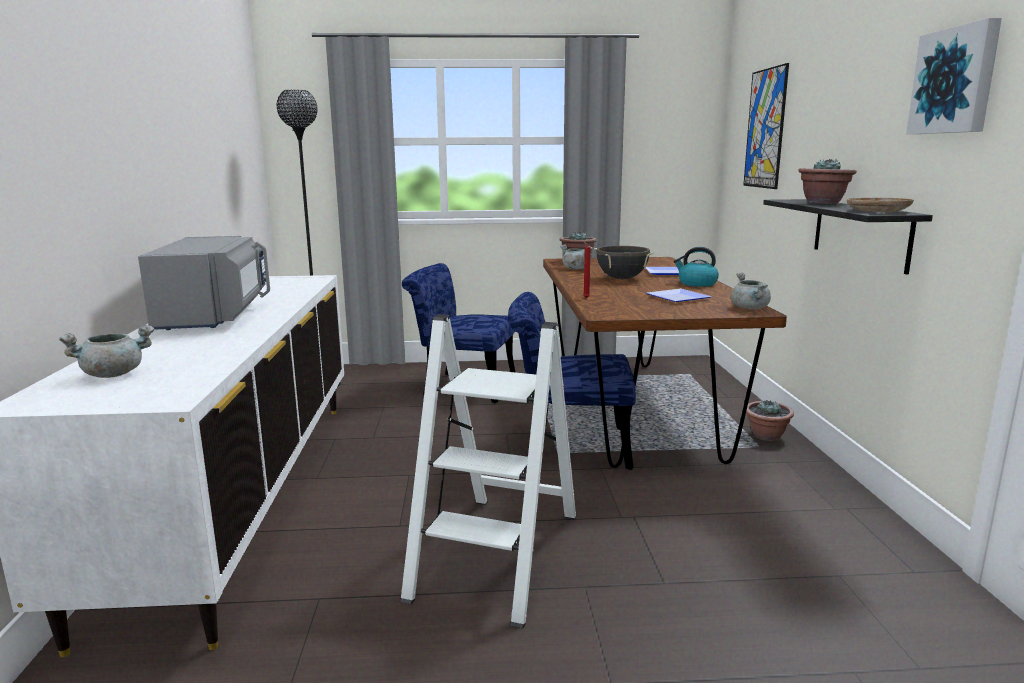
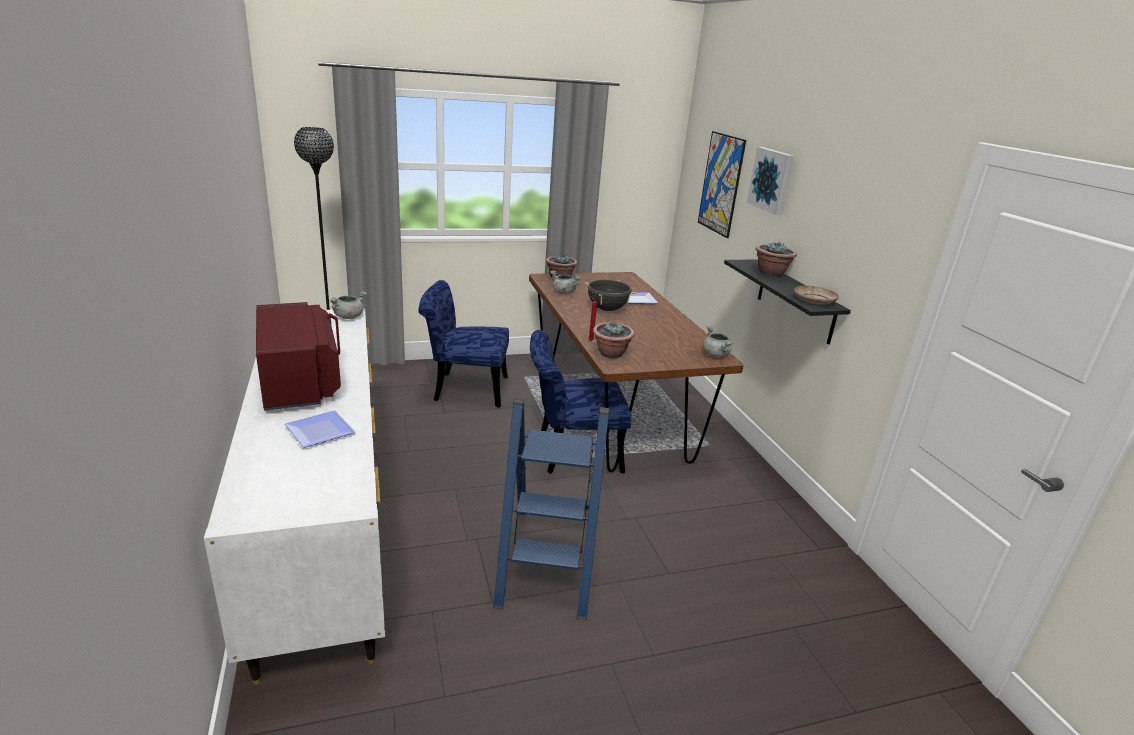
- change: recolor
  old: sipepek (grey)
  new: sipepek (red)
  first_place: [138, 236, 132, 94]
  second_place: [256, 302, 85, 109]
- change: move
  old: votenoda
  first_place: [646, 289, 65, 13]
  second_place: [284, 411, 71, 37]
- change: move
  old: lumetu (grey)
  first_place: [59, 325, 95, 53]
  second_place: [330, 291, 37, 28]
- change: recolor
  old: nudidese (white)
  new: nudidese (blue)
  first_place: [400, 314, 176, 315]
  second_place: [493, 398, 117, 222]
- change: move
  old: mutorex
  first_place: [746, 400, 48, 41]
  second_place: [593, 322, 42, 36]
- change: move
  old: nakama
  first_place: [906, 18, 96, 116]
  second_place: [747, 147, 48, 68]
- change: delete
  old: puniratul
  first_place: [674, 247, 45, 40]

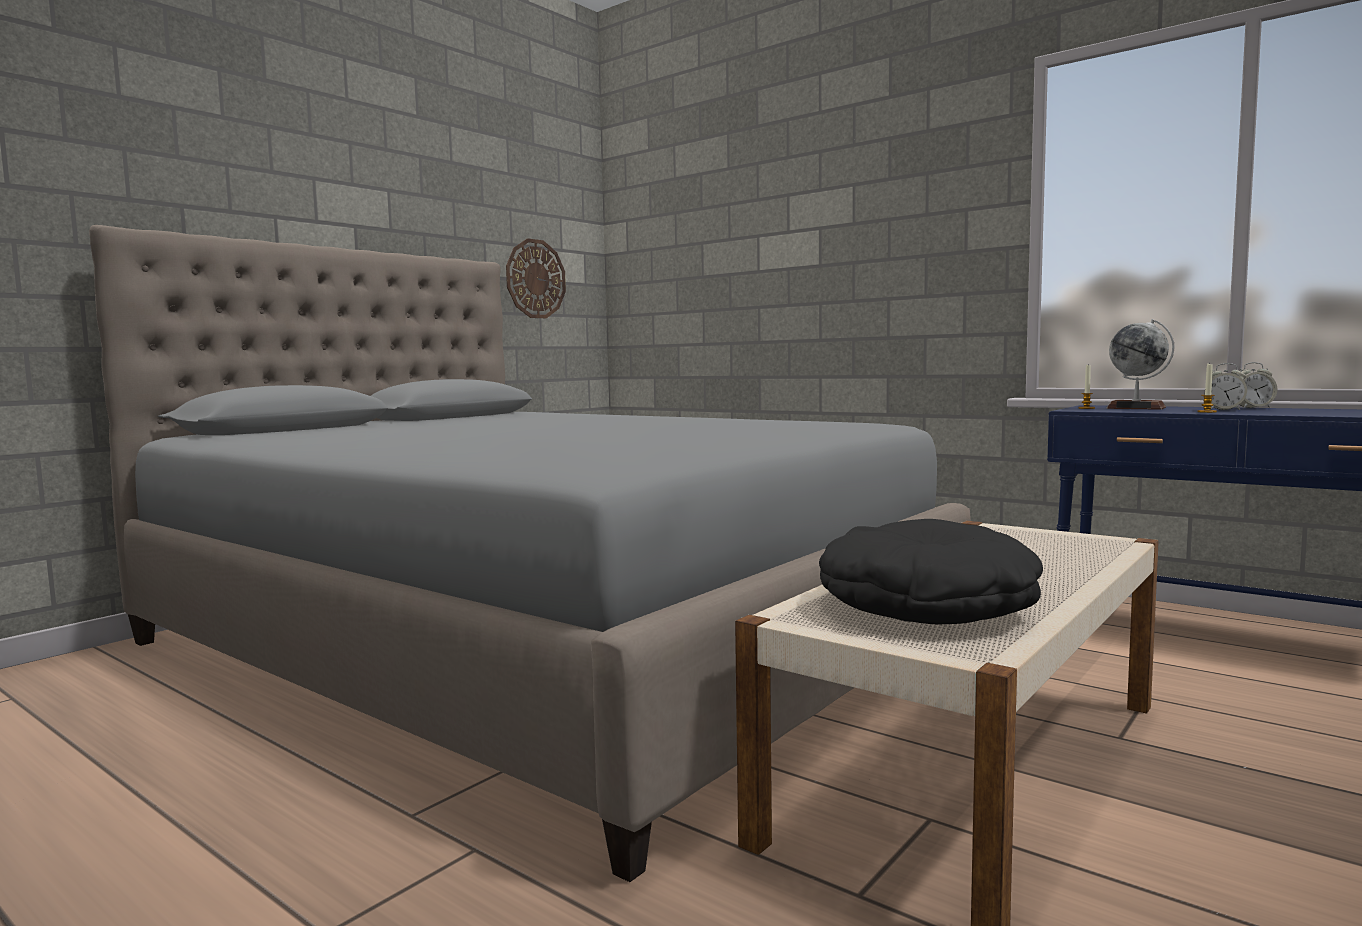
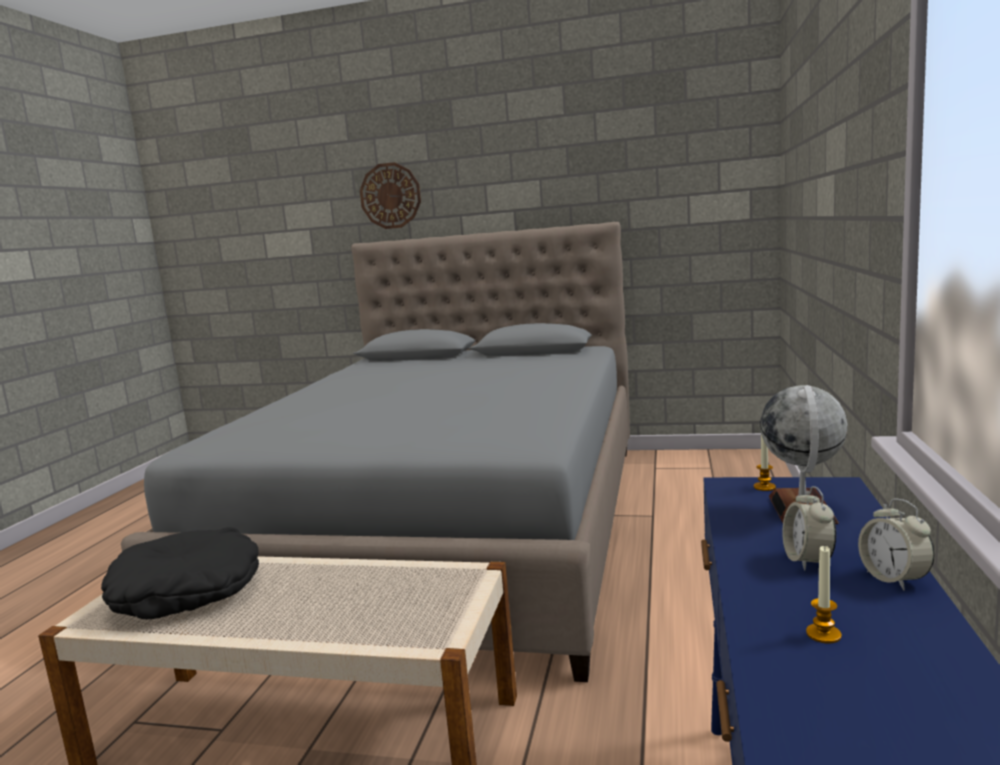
- change: move
  old: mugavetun
  first_place: [506, 239, 60, 79]
  second_place: [360, 162, 61, 67]
- change: move
  old: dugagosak
  first_place: [1197, 364, 20, 49]
  second_place: [806, 546, 35, 97]

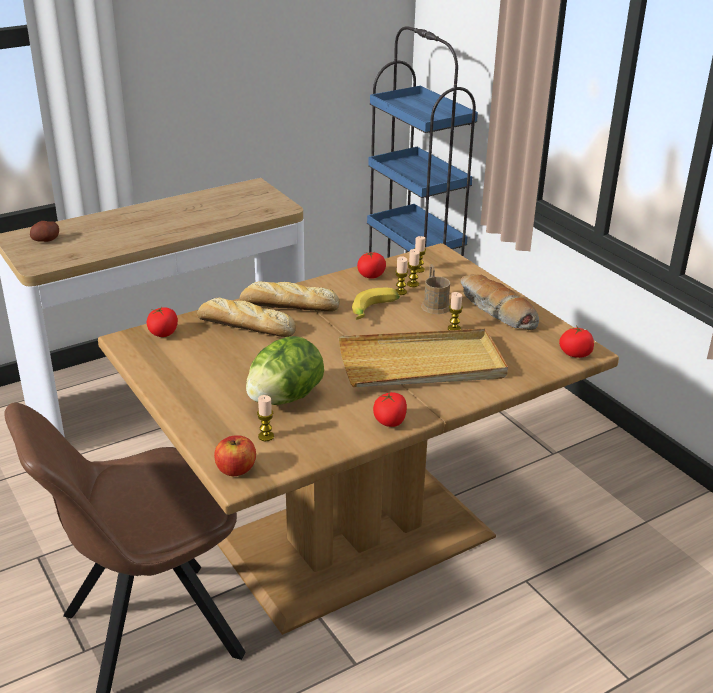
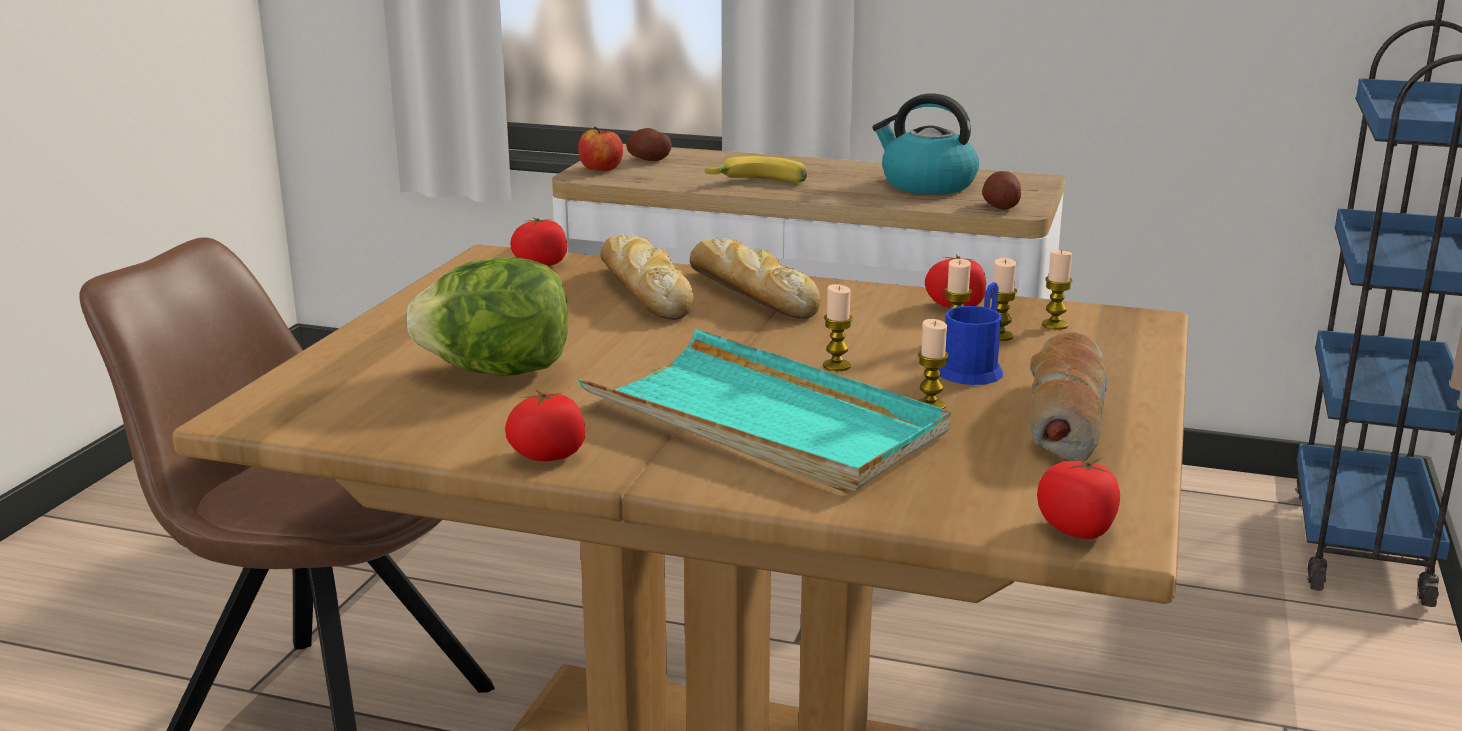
- change: move
  old: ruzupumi
  first_place: [214, 435, 42, 41]
  second_place: [578, 127, 45, 44]
- change: recolor
  old: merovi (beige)
  new: merovi (turquoise)
  first_place: [339, 329, 169, 58]
  second_place: [578, 329, 373, 165]
- change: move
  old: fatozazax
  first_place: [352, 288, 48, 32]
  second_place: [705, 156, 102, 27]
- change: move
  old: dugagosak
  first_place: [257, 395, 17, 46]
  second_place: [823, 284, 30, 87]
- change: insert
  new: puniratul
  second_place: [872, 93, 107, 102]
- change: recolor
  old: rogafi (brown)
  new: rogafi (blue)
  first_place: [421, 264, 29, 50]
  second_place: [939, 282, 64, 103]
- change: insert
  new: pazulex
  second_place: [982, 171, 39, 39]

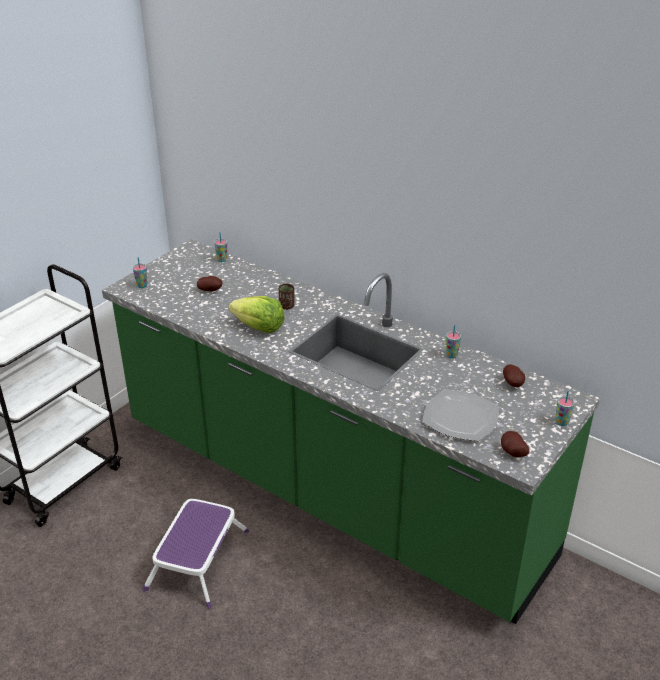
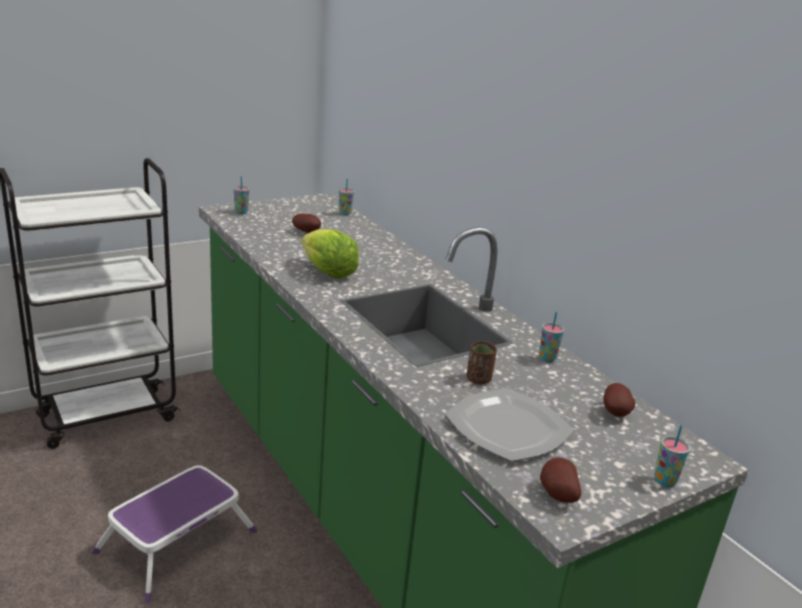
- change: move
  old: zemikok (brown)
  first_place: [278, 284, 16, 26]
  second_place: [466, 341, 31, 44]

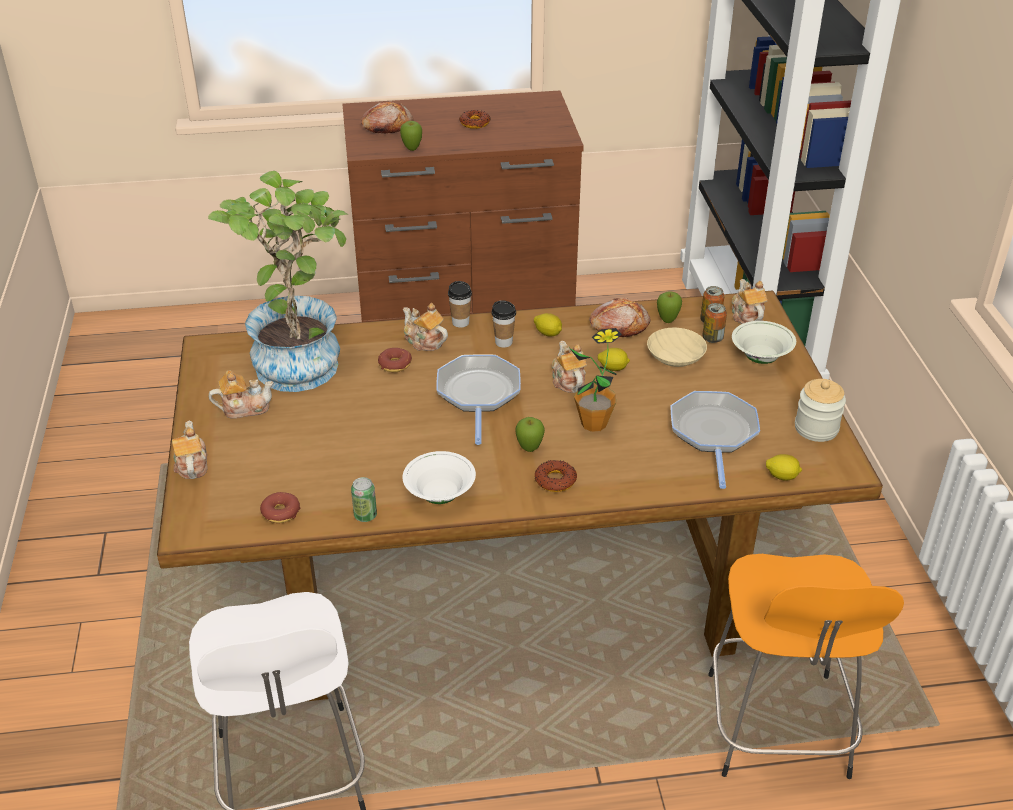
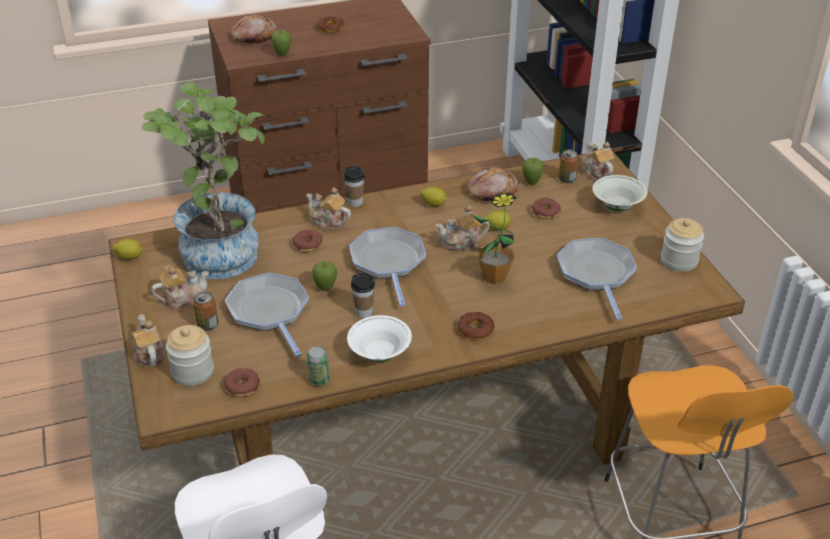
- change: move
  old: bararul
  first_place: [766, 454, 36, 27]
  second_place: [113, 239, 30, 21]
- change: insert
  new: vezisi
  second_place: [166, 325, 48, 61]
- change: move
  old: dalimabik
  first_place: [702, 303, 25, 40]
  second_place: [193, 292, 25, 39]
- change: insert
  new: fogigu
  second_place: [225, 273, 84, 84]
- change: move
  old: ruzupumi
  first_place: [515, 417, 30, 35]
  second_place: [312, 261, 25, 30]
- change: move
  old: zemikok
  first_place: [492, 300, 24, 48]
  second_place: [351, 273, 24, 45]
- change: rotate
  old: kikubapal
  first_place: [552, 341, 35, 52]
  second_place: [436, 205, 54, 46]
  degrees: -75
- change: replace
  old: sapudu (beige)
  new: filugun
  first_place: [647, 328, 60, 39]
  second_place: [531, 198, 30, 21]

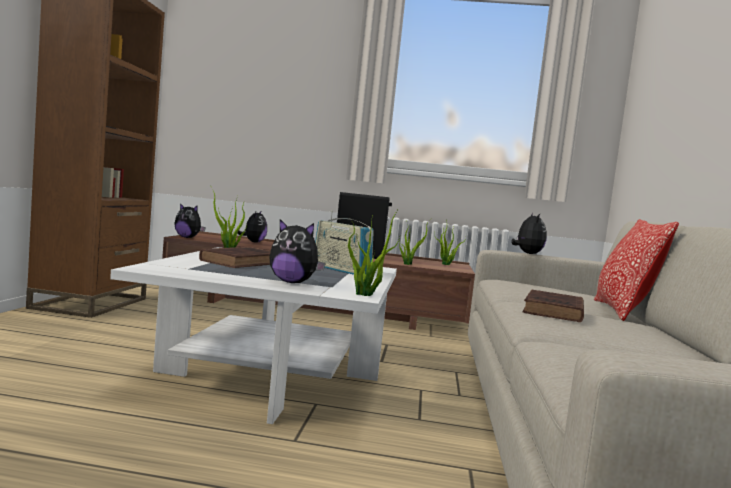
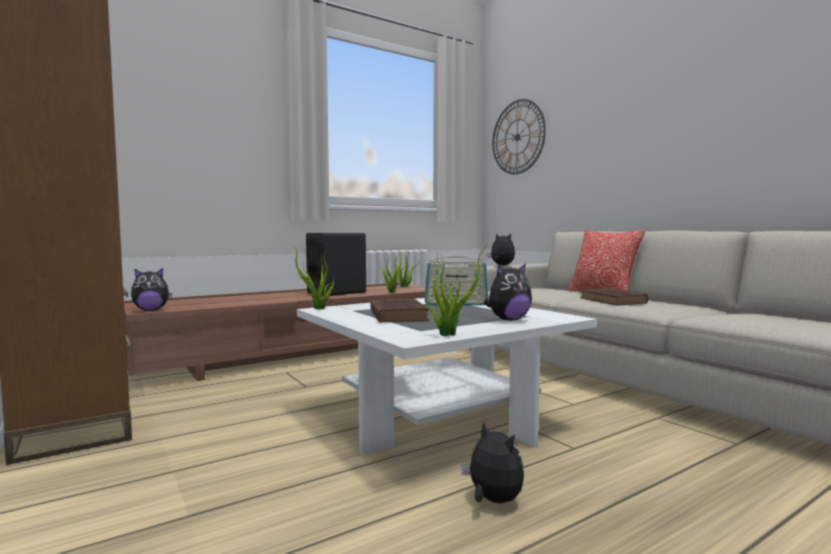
- change: move
  old: mutorex
  first_place: [348, 209, 52, 87]
  second_place: [425, 249, 59, 87]
- change: move
  old: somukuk
  first_place: [237, 210, 30, 33]
  second_place: [461, 421, 63, 82]
- change: insert
  new: mugavetun
  second_place: [492, 99, 54, 75]

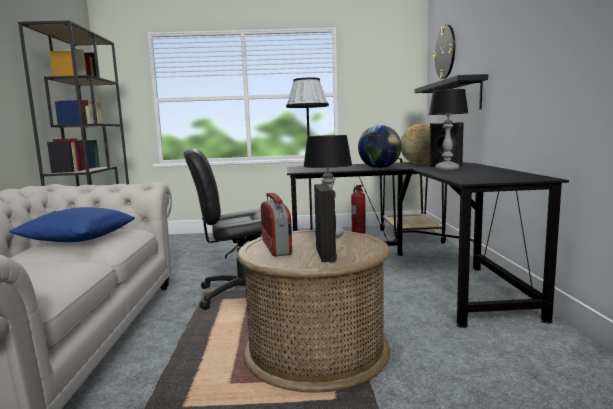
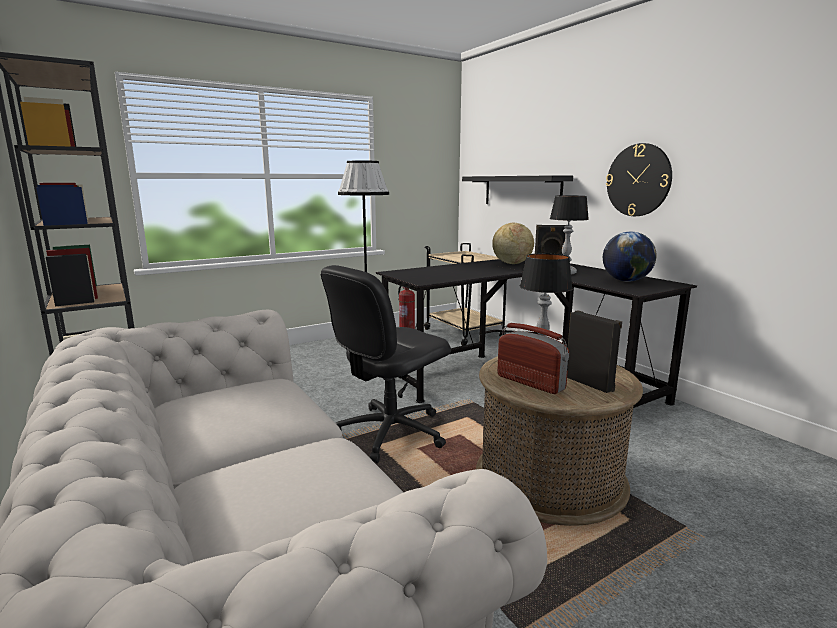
- change: move
  old: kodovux
  first_place: [358, 125, 44, 43]
  second_place: [603, 232, 54, 50]
- change: move
  old: mugavetun
  first_place: [433, 25, 22, 54]
  second_place: [606, 143, 66, 73]
- change: delete
  old: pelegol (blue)
  first_place: [9, 207, 126, 35]

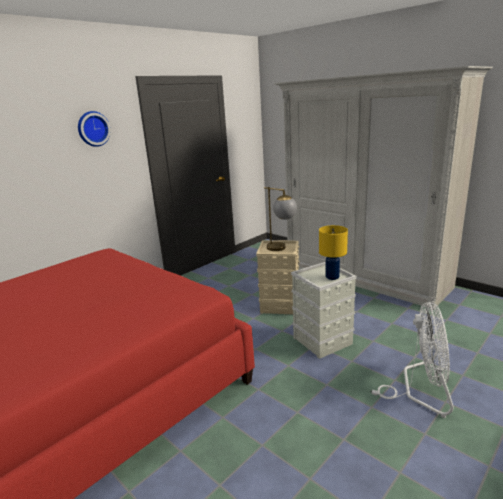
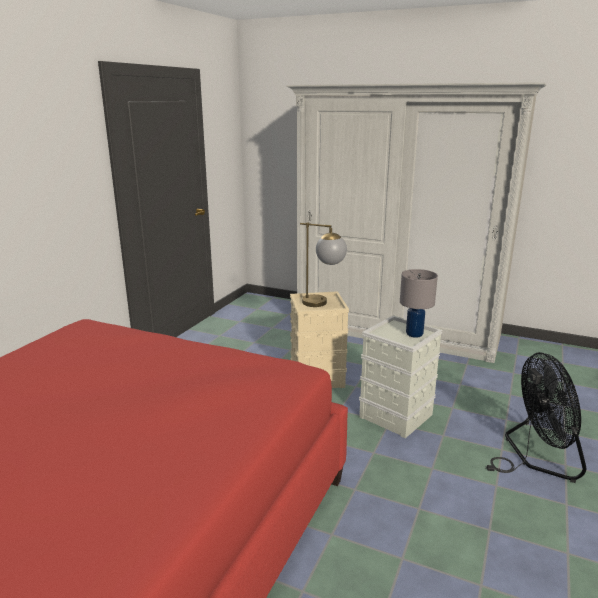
- change: recolor
  old: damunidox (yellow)
  new: damunidox (grey)
  first_place: [319, 225, 29, 55]
  second_place: [400, 269, 38, 69]
- change: recolor
  old: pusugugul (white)
  new: pusugugul (black)
  first_place: [370, 302, 83, 116]
  second_place: [487, 352, 99, 131]
- change: delete
  old: mugavetun
  first_place: [78, 111, 33, 36]

